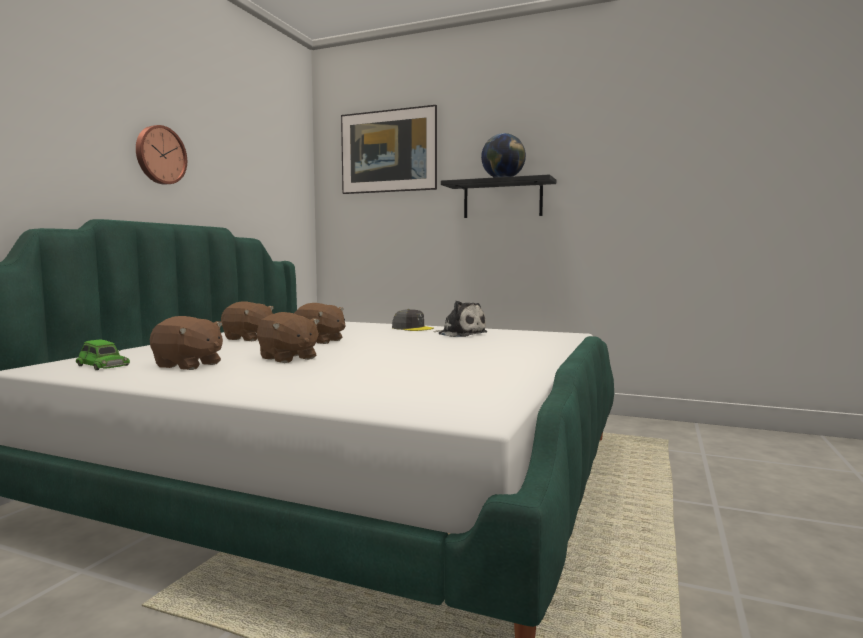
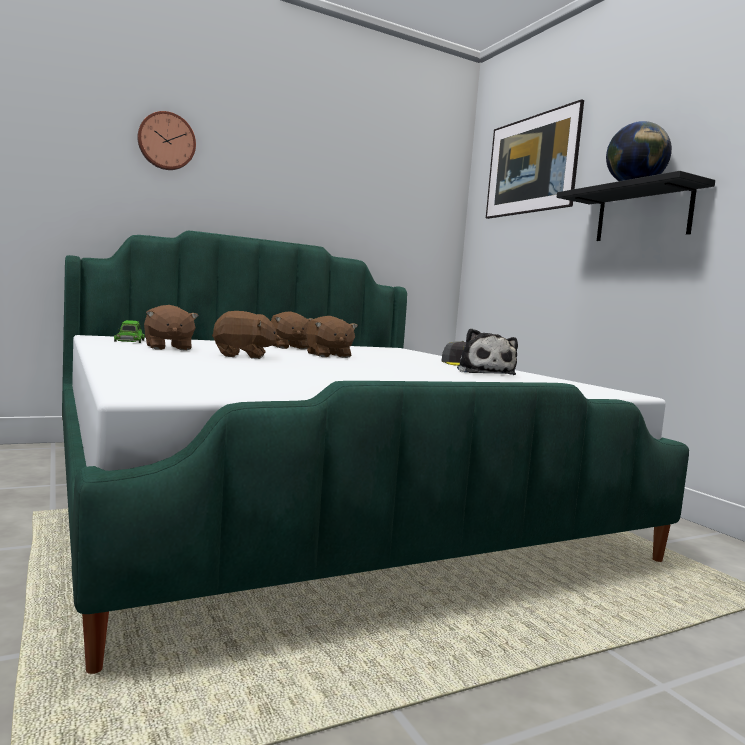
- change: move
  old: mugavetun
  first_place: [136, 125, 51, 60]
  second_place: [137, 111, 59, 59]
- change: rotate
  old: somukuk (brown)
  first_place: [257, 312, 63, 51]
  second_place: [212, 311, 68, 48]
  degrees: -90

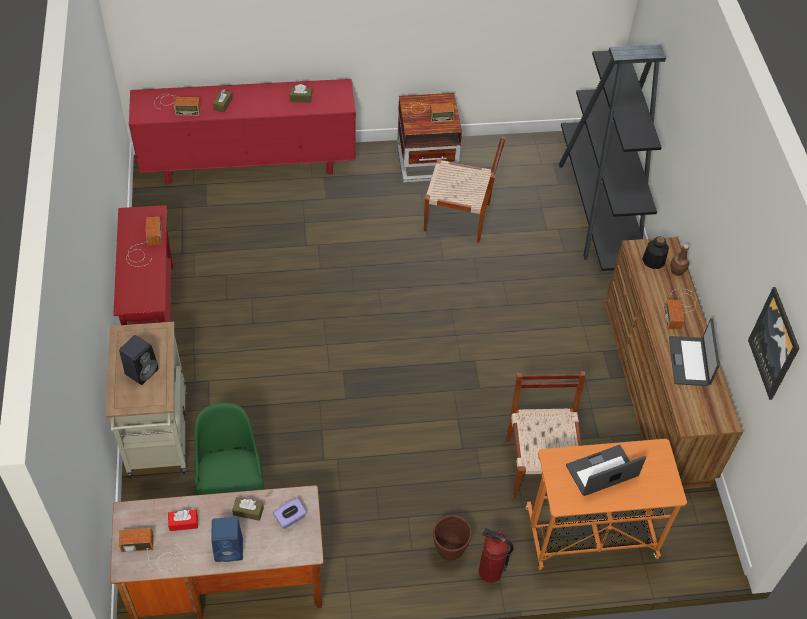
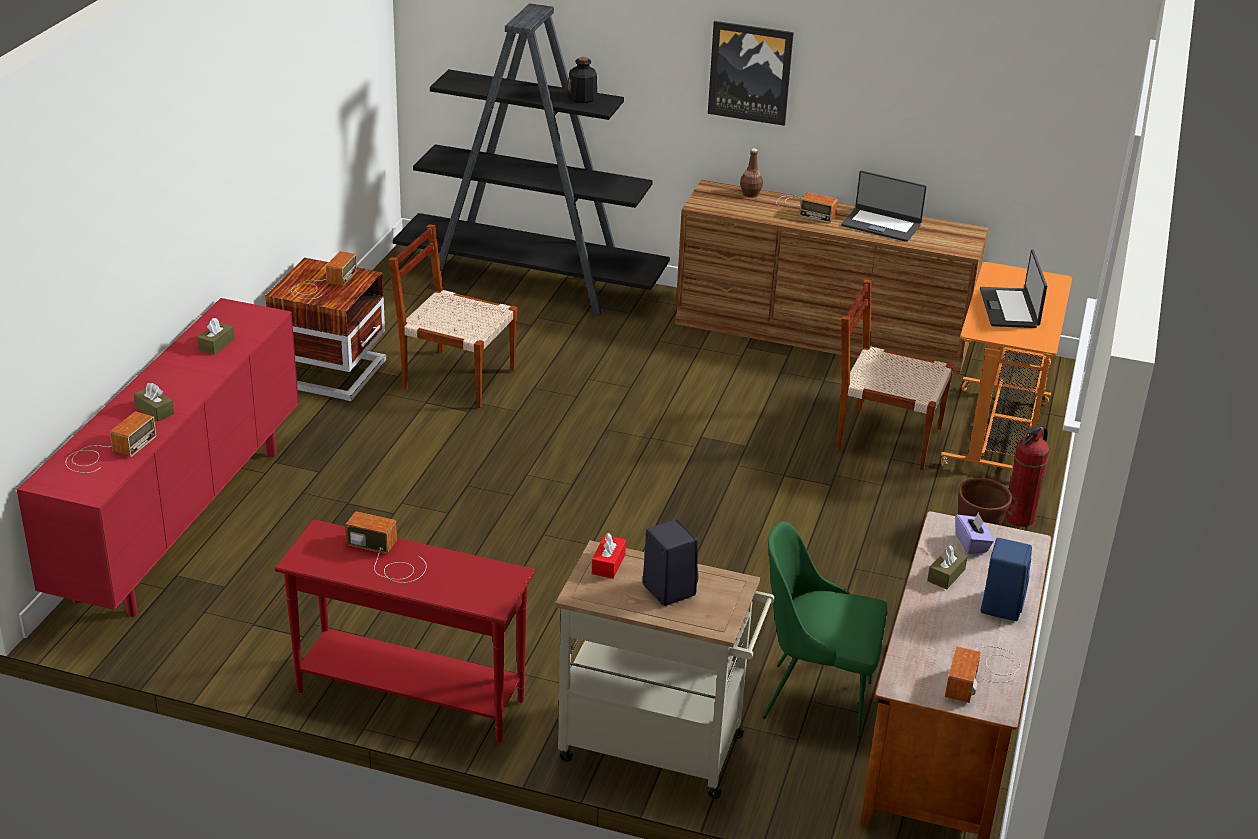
- change: rotate
  old: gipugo
  first_place: [424, 136, 82, 107]
  second_place: [389, 224, 128, 184]
  degrees: -105
- change: move
  old: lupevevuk
  first_place: [642, 237, 27, 32]
  second_place: [568, 57, 29, 46]
- change: move
  old: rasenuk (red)
  first_place: [168, 510, 30, 21]
  second_place: [592, 533, 34, 46]
- change: move
  old: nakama
  first_place: [748, 287, 52, 113]
  second_place: [708, 21, 86, 105]

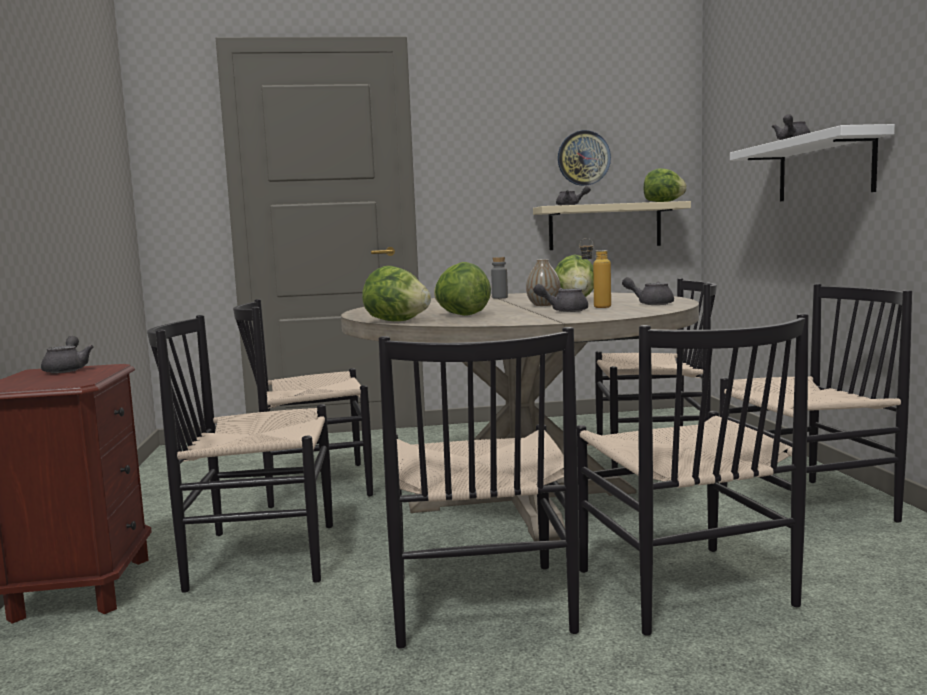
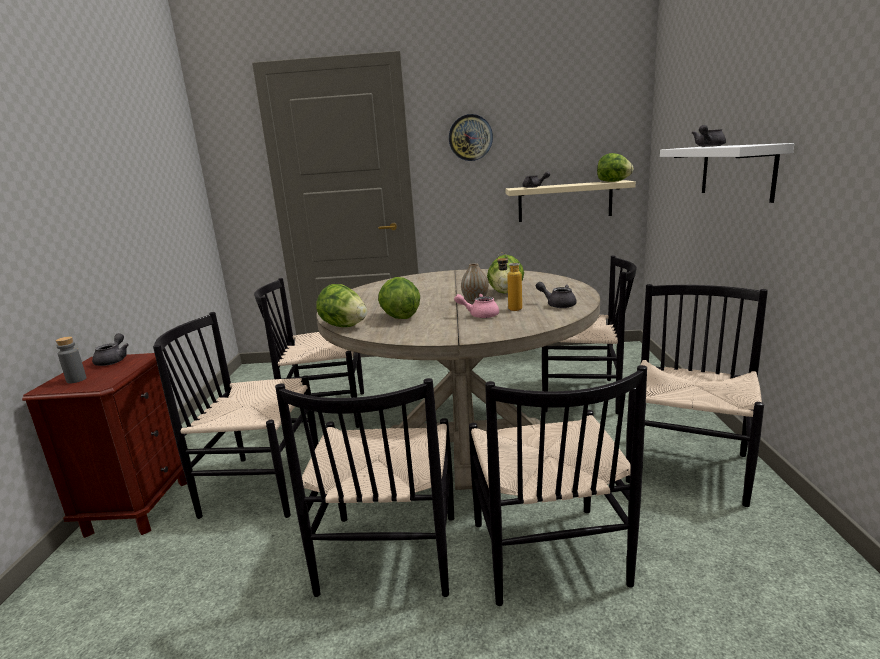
- change: move
  old: lupevevuk (grey)
  first_place: [491, 257, 17, 42]
  second_place: [56, 337, 30, 46]
- change: move
  old: mugavetun
  first_place: [558, 130, 53, 56]
  second_place: [449, 114, 44, 47]
- change: recolor
  old: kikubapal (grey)
  new: kikubapal (pink)
  first_place: [533, 284, 55, 28]
  second_place: [454, 294, 45, 24]
- change: rotate
  old: gipugo (black)
  first_place: [719, 284, 193, 239]
  second_place: [626, 284, 142, 223]
  degrees: -60

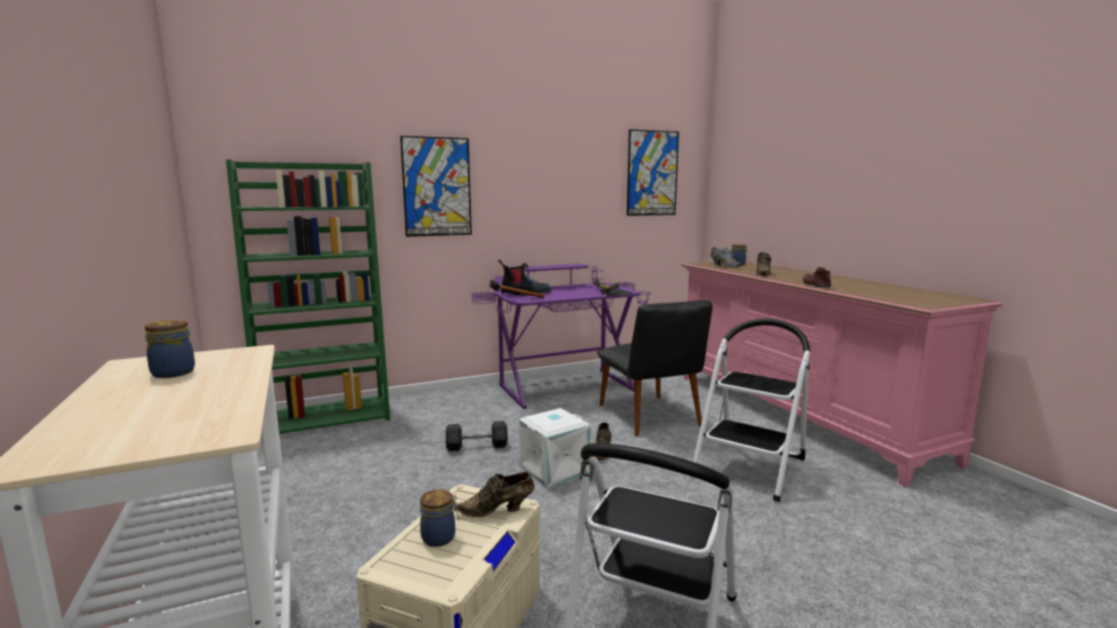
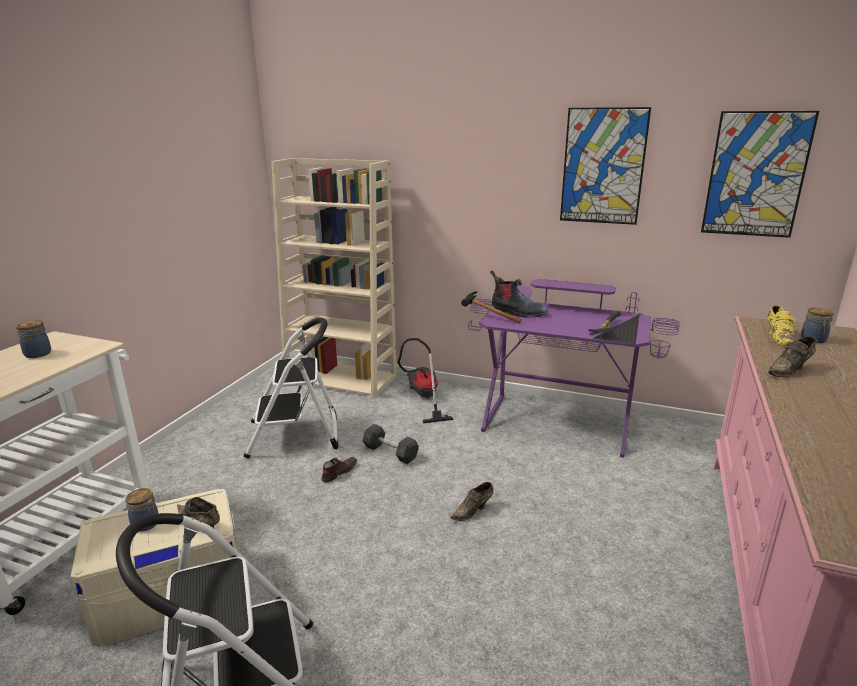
- change: move
  old: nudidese
  first_place: [693, 319, 117, 183]
  second_place: [244, 317, 94, 141]
- change: recolor
  old: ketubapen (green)
  new: ketubapen (beige)
  first_place: [226, 159, 164, 281]
  second_place: [271, 158, 126, 240]
- change: move
  old: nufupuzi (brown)
  first_place: [803, 267, 28, 21]
  second_place: [321, 457, 36, 26]
- change: insert
  new: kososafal
  second_place: [398, 338, 56, 86]
- change: move
  old: nakama
  first_place: [400, 136, 72, 101]
  second_place: [560, 107, 91, 118]
- change: recolor
  old: nufupuzi (grey)
  new: nufupuzi (yellow)
  first_place: [710, 247, 31, 21]
  second_place: [768, 305, 28, 41]
- change: delete
  old: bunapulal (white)
  first_place: [519, 408, 72, 80]
- change: delete
  old: gipugo (black)
  first_place: [597, 300, 115, 136]

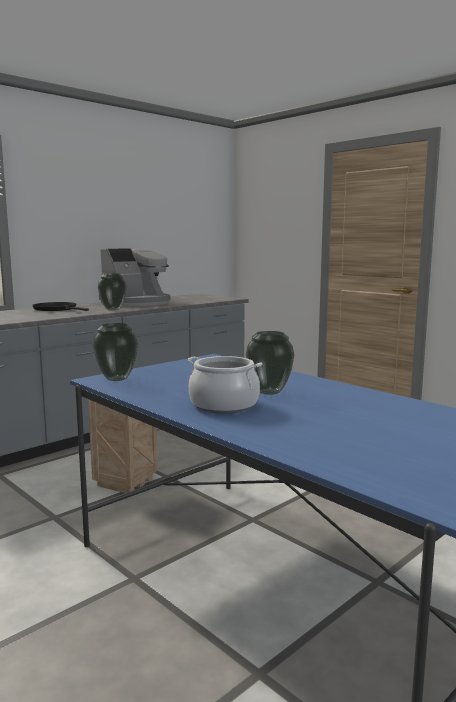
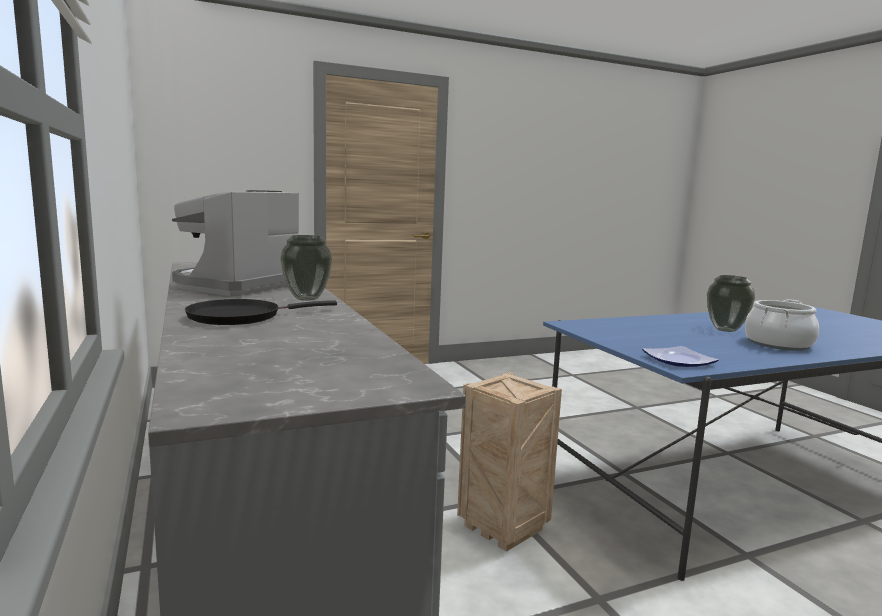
- change: rotate
  old: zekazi
  first_place: [99, 248, 71, 58]
  second_place: [172, 190, 127, 106]
  degrees: -135
- change: replace
  old: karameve
  new: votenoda
  first_place: [93, 323, 45, 58]
  second_place: [642, 346, 77, 21]

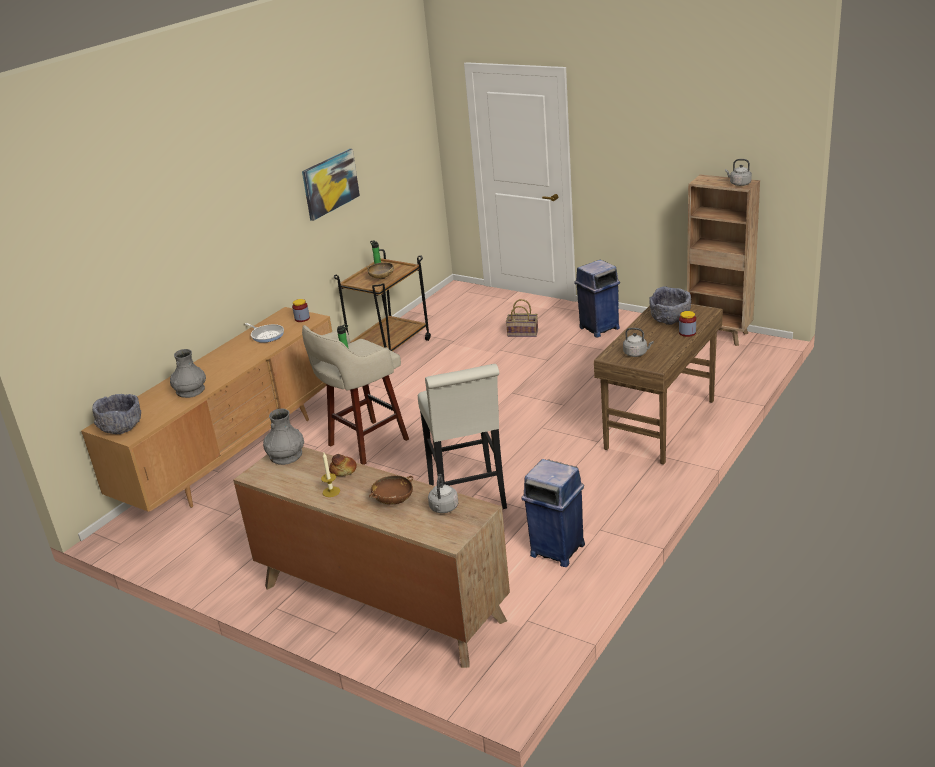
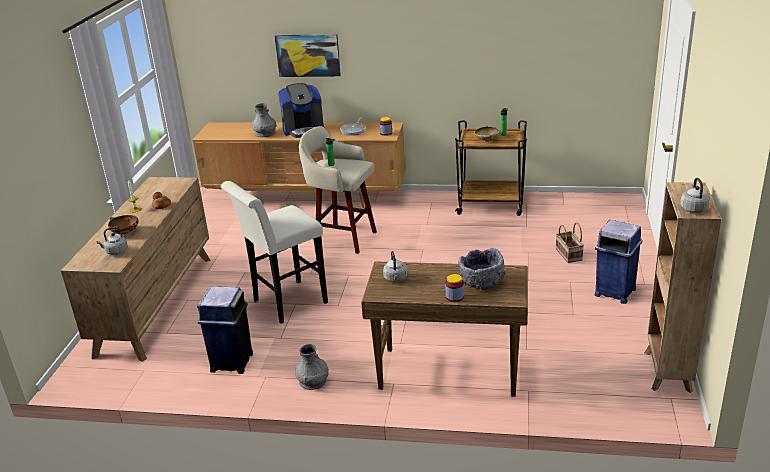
- change: move
  old: nakama
  first_place: [302, 149, 58, 72]
  second_place: [274, 34, 67, 43]
- change: insert
  new: zekazi
  second_place: [278, 83, 46, 55]
- change: move
  old: karameve (grey)
  first_place: [263, 409, 41, 56]
  second_place: [295, 344, 34, 46]
- change: delete
  old: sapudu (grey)
  first_place: [92, 394, 49, 40]

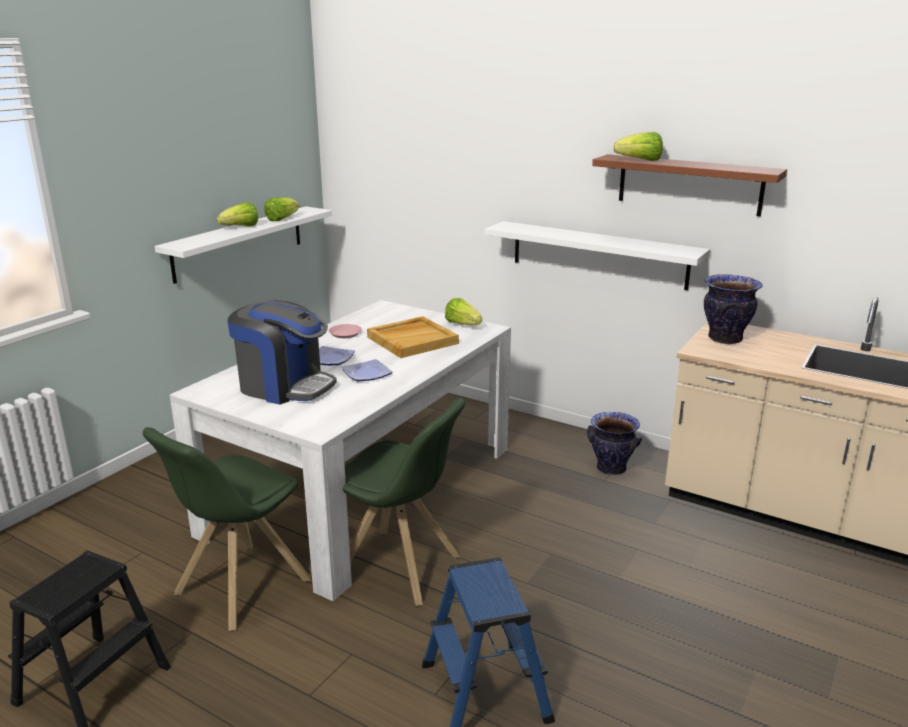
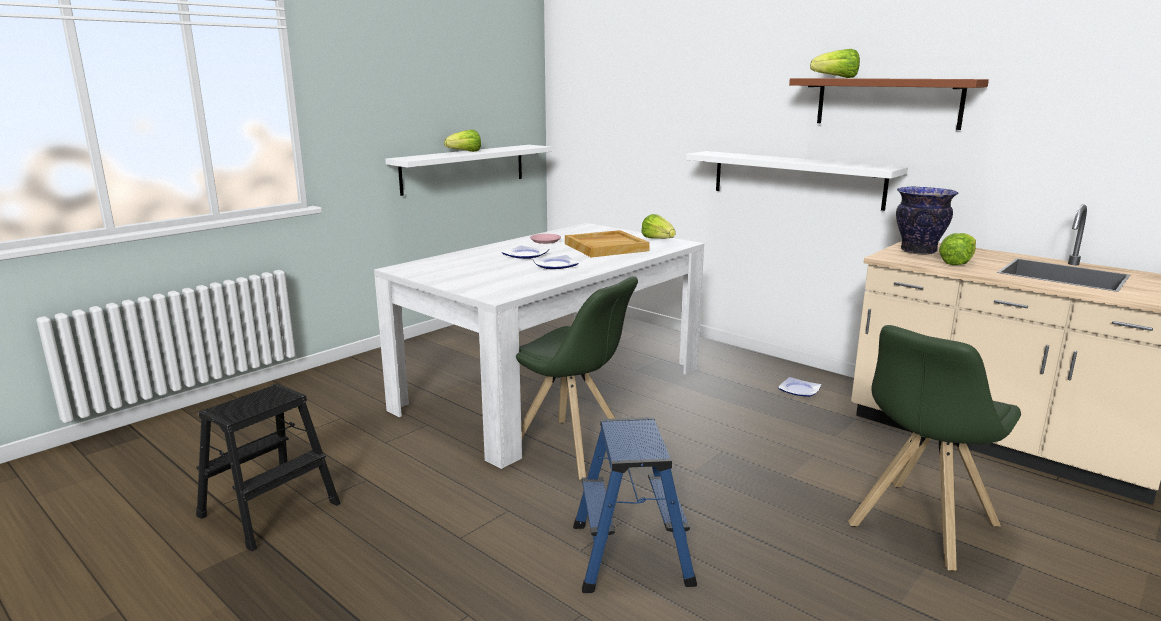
- change: replace
  old: karameve
  new: votenoda
  first_place: [587, 412, 55, 63]
  second_place: [778, 377, 43, 20]
- change: move
  old: gipugo (green)
  first_place: [143, 427, 167, 204]
  second_place: [848, 325, 173, 246]
- change: move
  old: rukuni
  first_place: [264, 197, 35, 24]
  second_place: [939, 233, 37, 32]
- change: delete
  old: zekazi
  first_place: [227, 301, 110, 104]

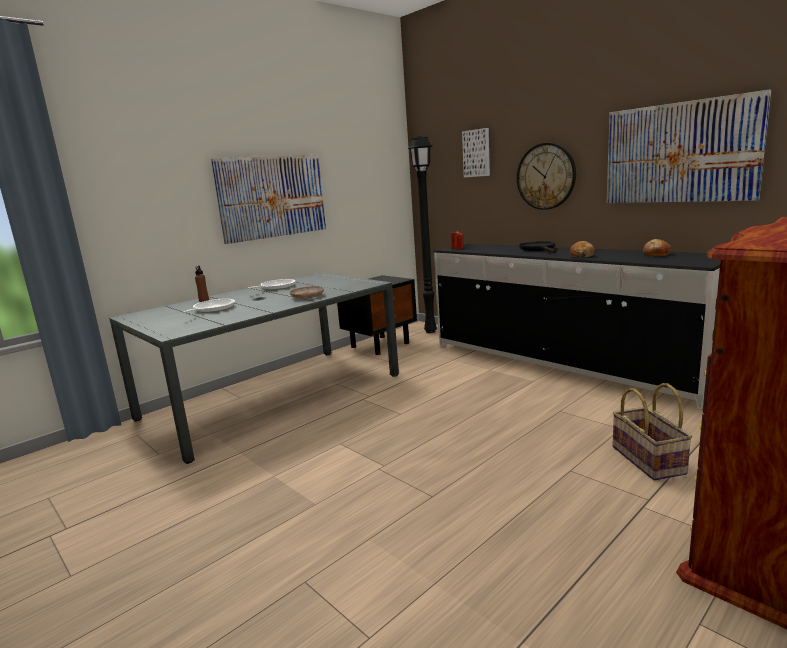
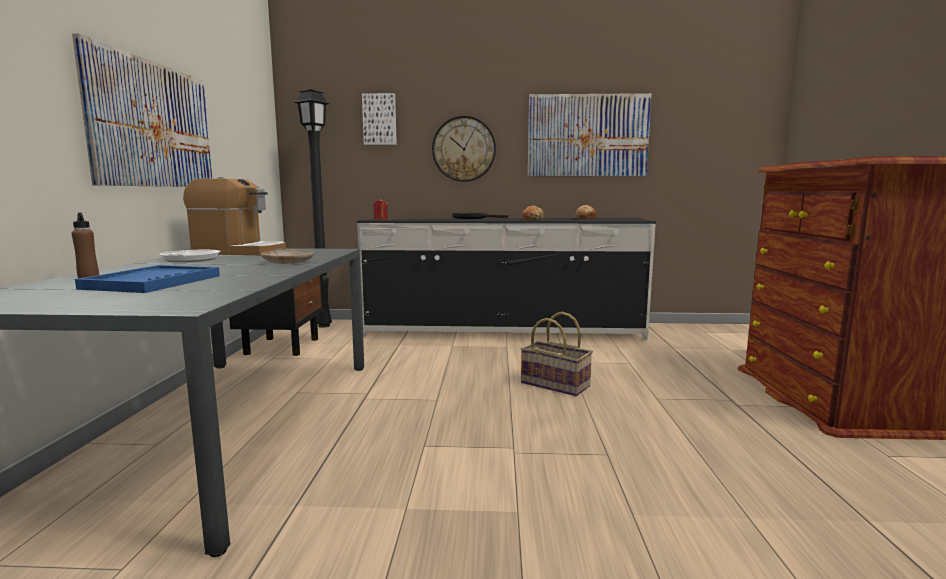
- change: replace
  old: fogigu
  new: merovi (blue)
  first_place: [182, 299, 53, 14]
  second_place: [75, 265, 145, 28]
- change: insert
  new: zekazi
  second_place: [183, 177, 103, 78]
- change: move
  old: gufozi
  first_place: [612, 383, 80, 97]
  second_place: [520, 312, 73, 84]

